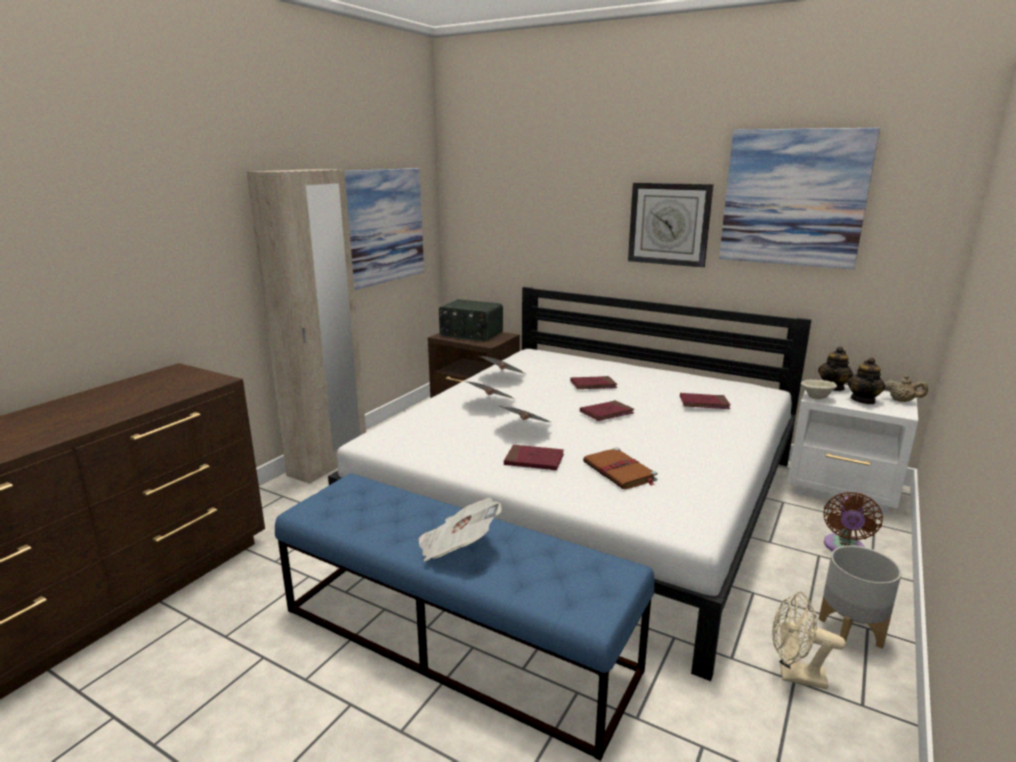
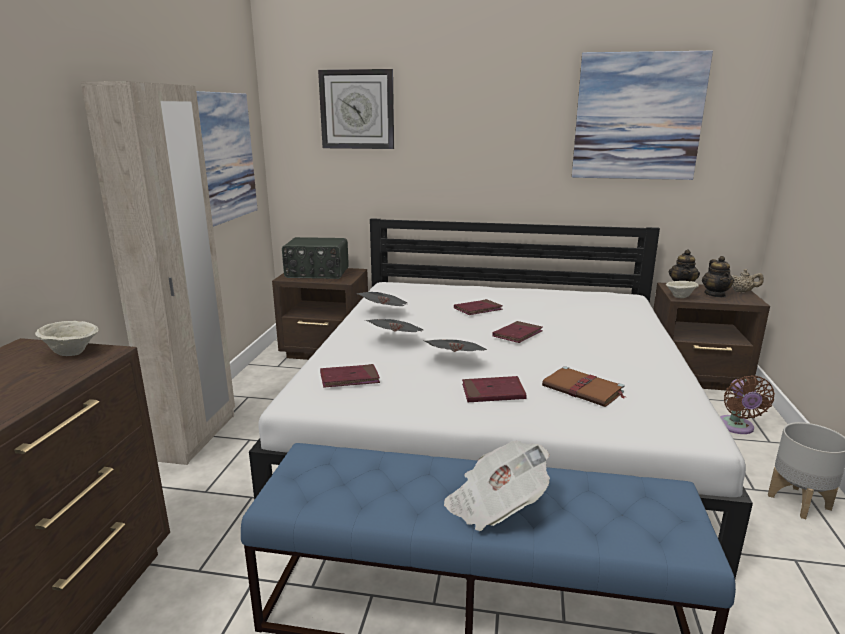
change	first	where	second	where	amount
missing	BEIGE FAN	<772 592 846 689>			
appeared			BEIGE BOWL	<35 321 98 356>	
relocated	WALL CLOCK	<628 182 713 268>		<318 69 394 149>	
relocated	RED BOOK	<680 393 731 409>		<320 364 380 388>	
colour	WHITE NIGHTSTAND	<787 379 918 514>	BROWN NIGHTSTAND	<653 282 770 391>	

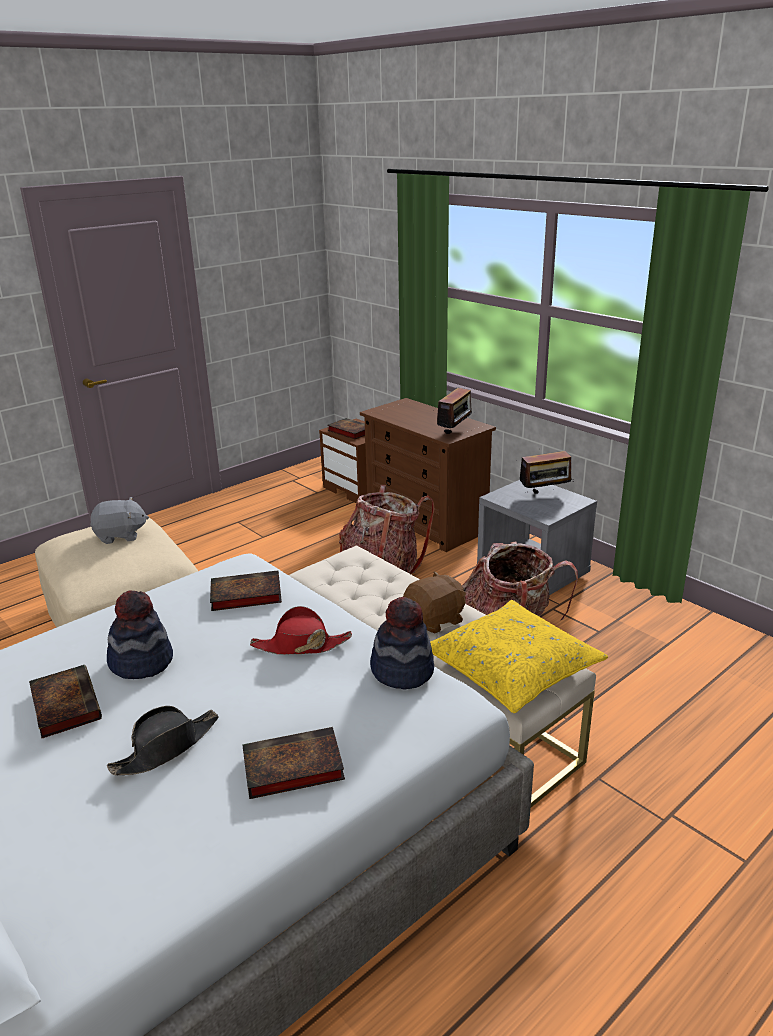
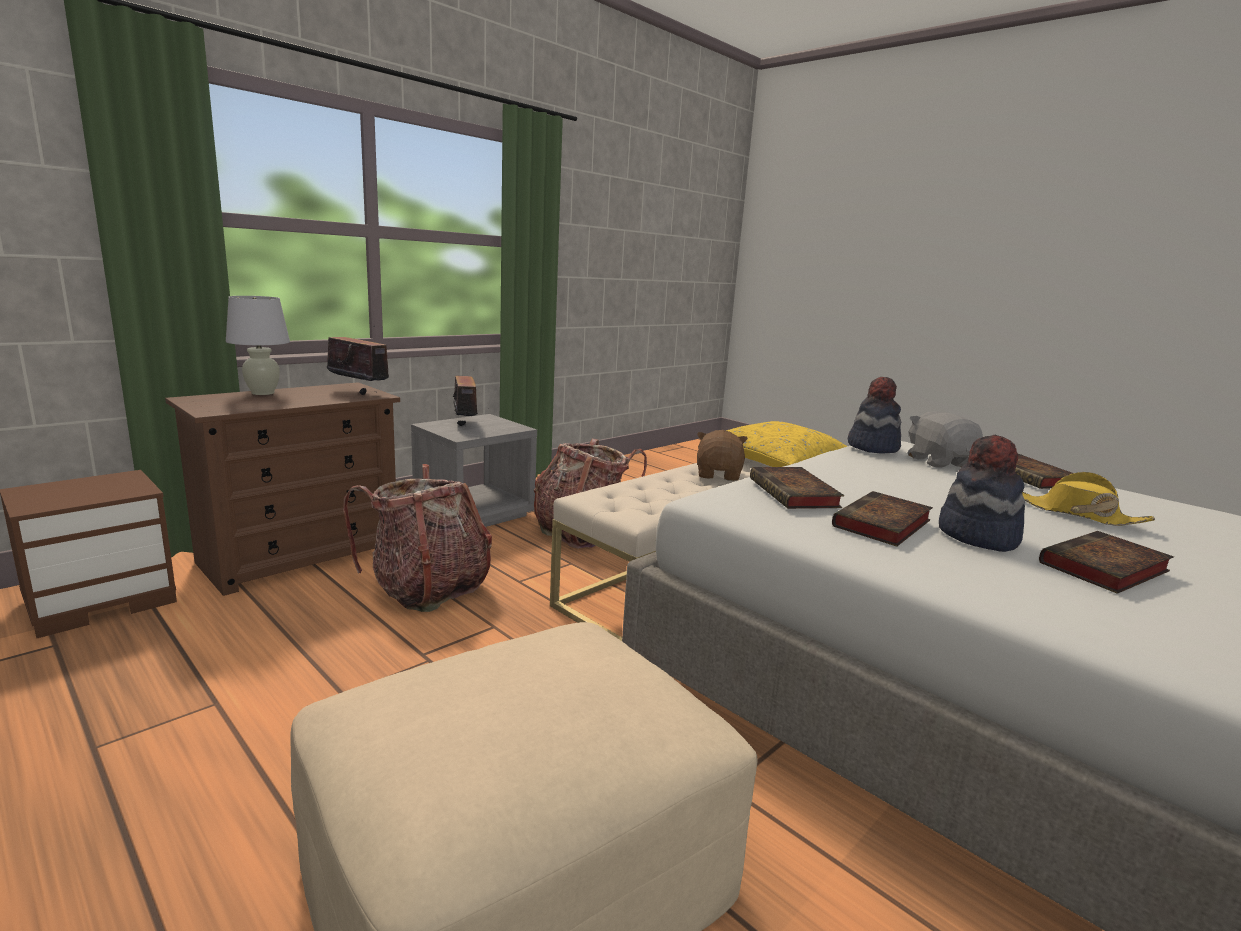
change	first	where	second	where	amount
missing	RED HAT	<250 606 352 654>			
appeared			WHITE TABLE LAMP	<226 296 290 395>	
relocated	GREY PLUSH TOY	<90 497 149 544>		<908 411 983 467>	
relocated	BOOK	<327 418 365 439>		<832 491 933 547>	
colour	BLACK HAT	<107 706 219 775>	YELLOW HAT	<1022 472 1155 526>	
spun	BROWN PLUSH TOY	<403 571 466 634>		<697 430 748 481>	45 degrees clockwise

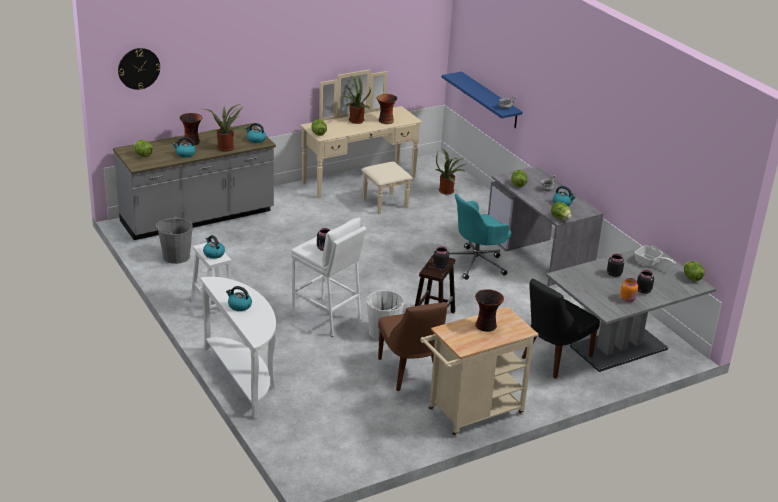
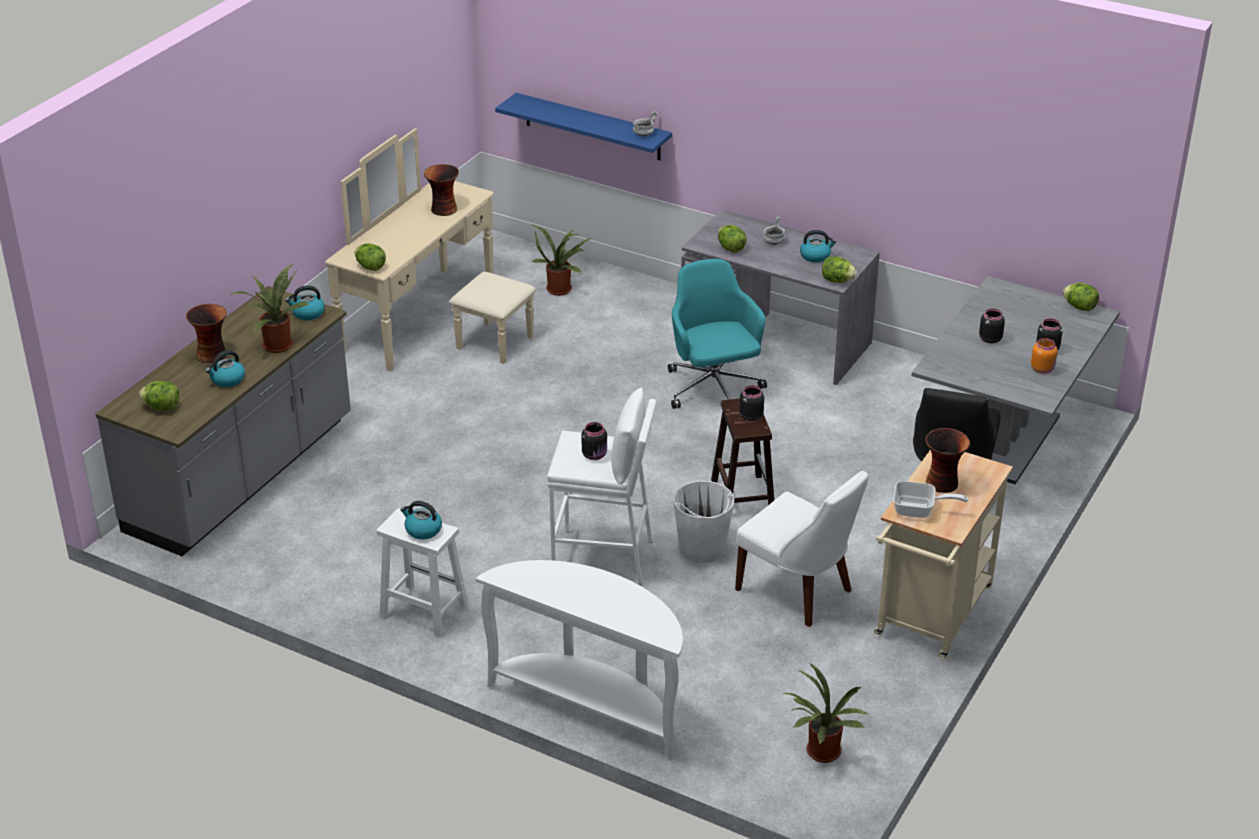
change	first	where	second	where	amount
missing	WALL CLOCK	<118 48 160 90>			
missing	GREY BUCKET	<156 216 193 264>			
missing	KETTLE	<226 286 252 311>			
relocated	POTTED PLANT	<340 74 371 124>		<783 663 869 763>	
relocated	FRYING PAN	<635 246 676 267>		<893 481 968 518>	
colour	BROWN CHAIR	<378 302 447 391>	WHITE CHAIR	<735 471 868 627>	
spun	TURQUOISE OFFICE CHAIR	<449 194 511 280>		<668 259 767 409>	135 degrees clockwise

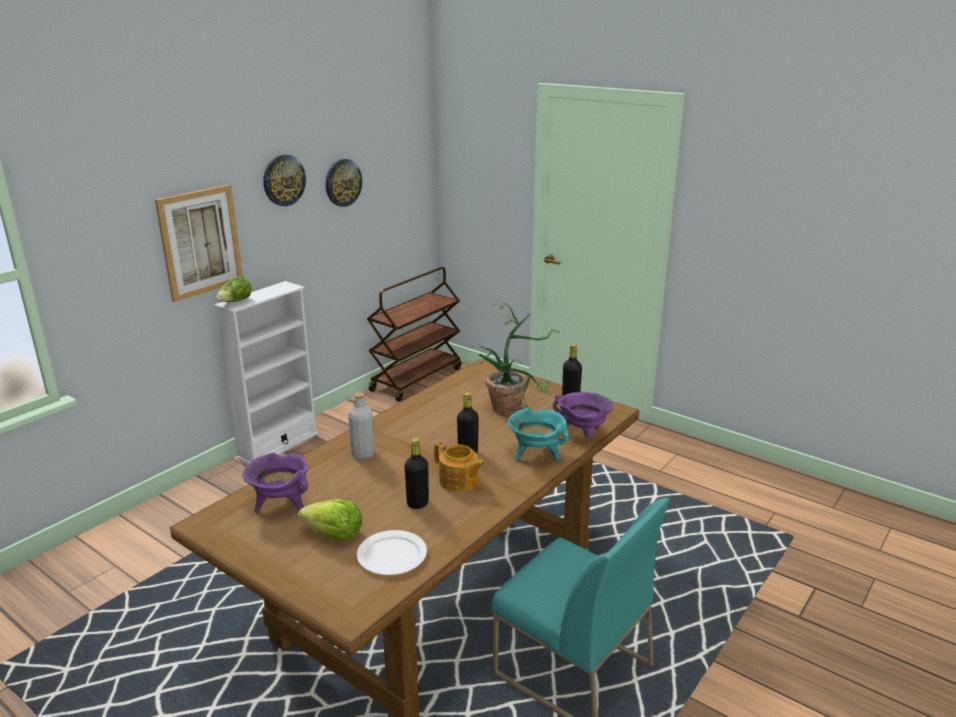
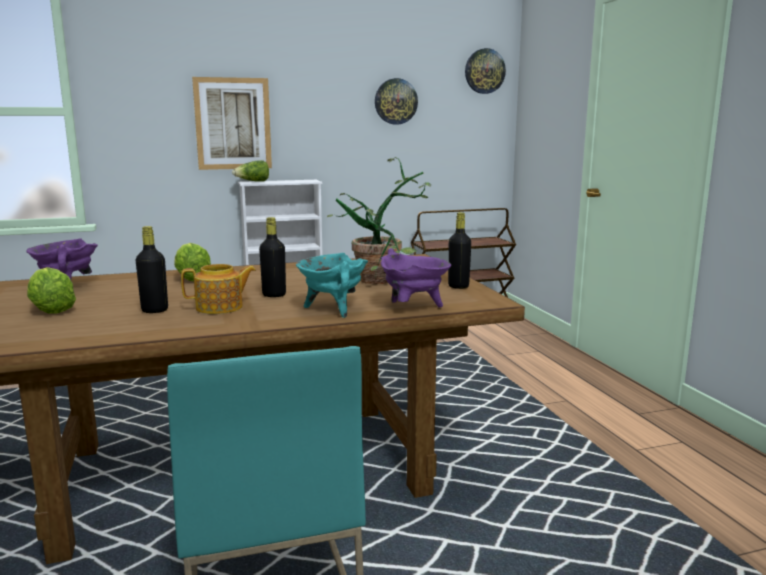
change	first	where	second	where	amount
missing	WHITE PLATE	<357 530 427 575>			
relocated	WALL CLOCK	<263 154 306 206>		<465 48 506 94>	
exchanged	GREY BOTTLE	<348 392 375 459>	LETTUCE	<174 243 211 281>	
spun	TEAPOT	<434 442 485 492>		<181 264 256 314>	90 degrees counterclockwise

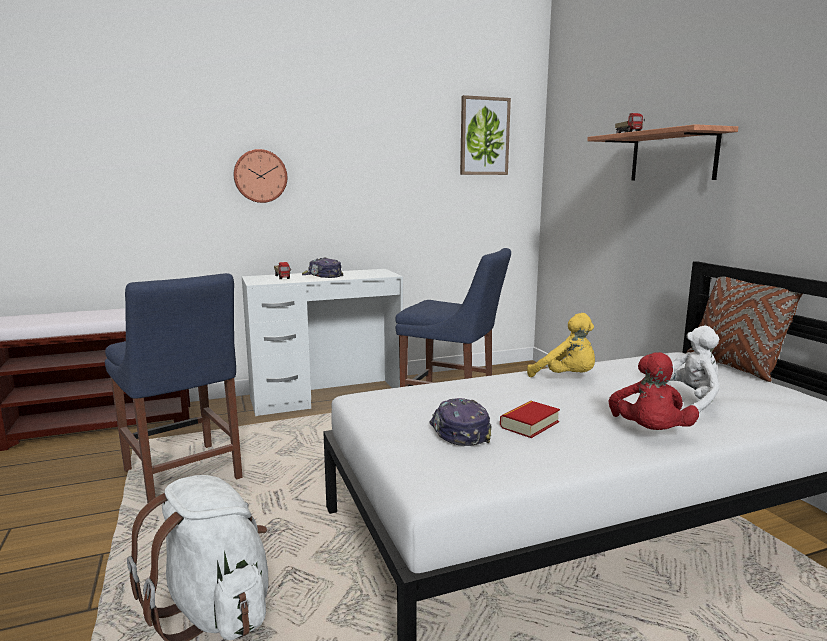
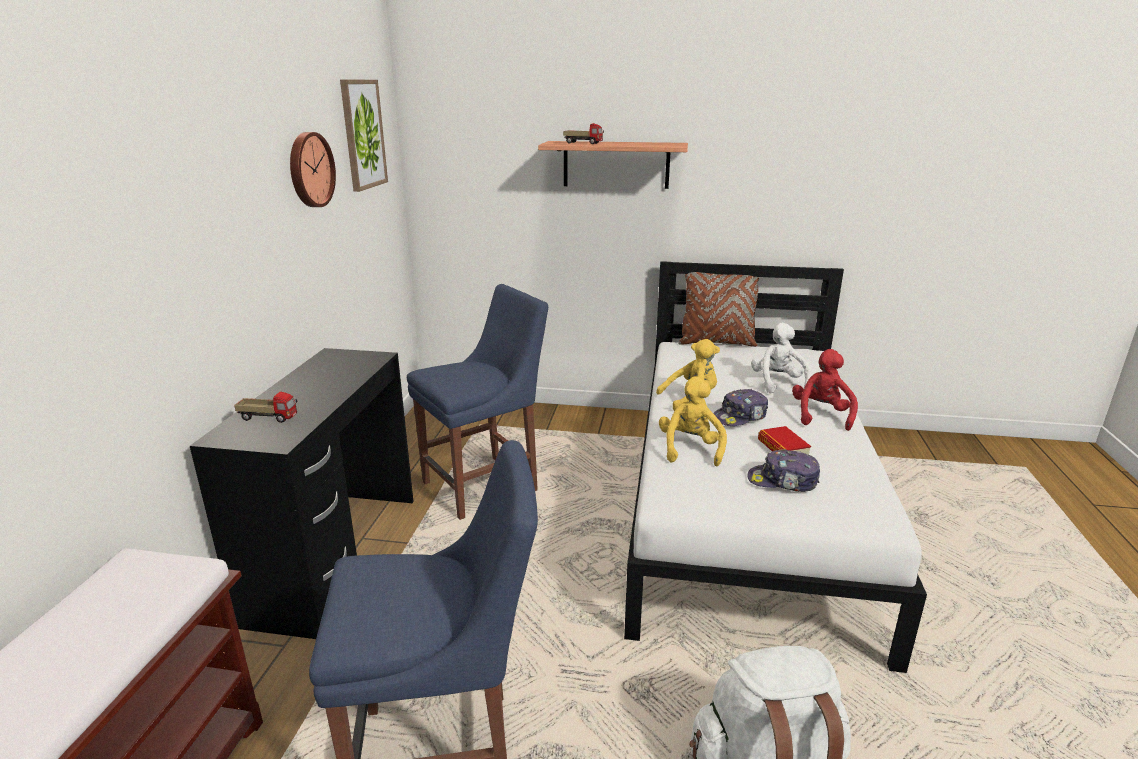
change	first	where	second	where	amount
appeared			YELLOW PLUSH TOY	<659 376 727 467>	
relocated	WALL CLOCK	<234 149 287 203>		<290 132 336 207>	
relocated	CAP	<302 258 344 278>		<713 389 768 426>	
colour	WHITE DESK	<242 269 403 416>	BLACK DESK	<190 348 414 639>	
spun	RED PLUSH TOY	<609 352 699 430>		<792 349 858 431>	120 degrees counterclockwise

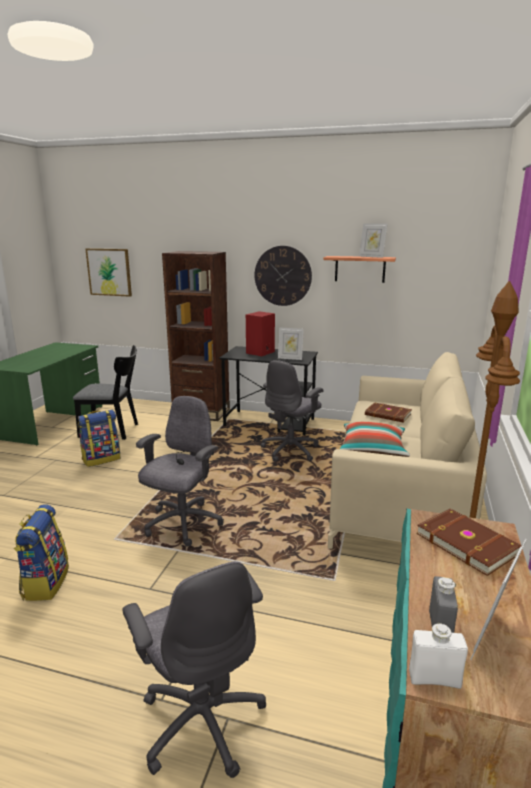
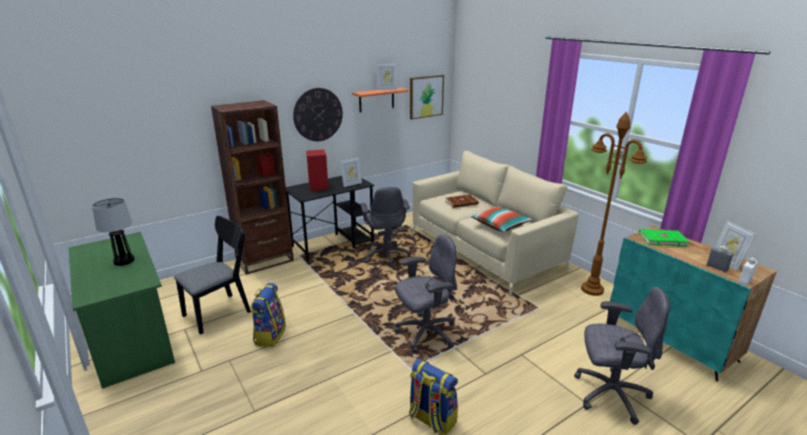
change	first	where	second	where	amount
appeared			TABLE LAMP	<92 198 135 266>	
relocated	PICTURE	<85 248 132 297>		<410 75 444 119>	
colour	BROWN BOOK	<416 508 522 576>	GREEN BOOK	<639 229 689 246>	
spun	GREY OFFICE CHAIR	<136 396 224 546>		<395 234 457 353>	90 degrees clockwise

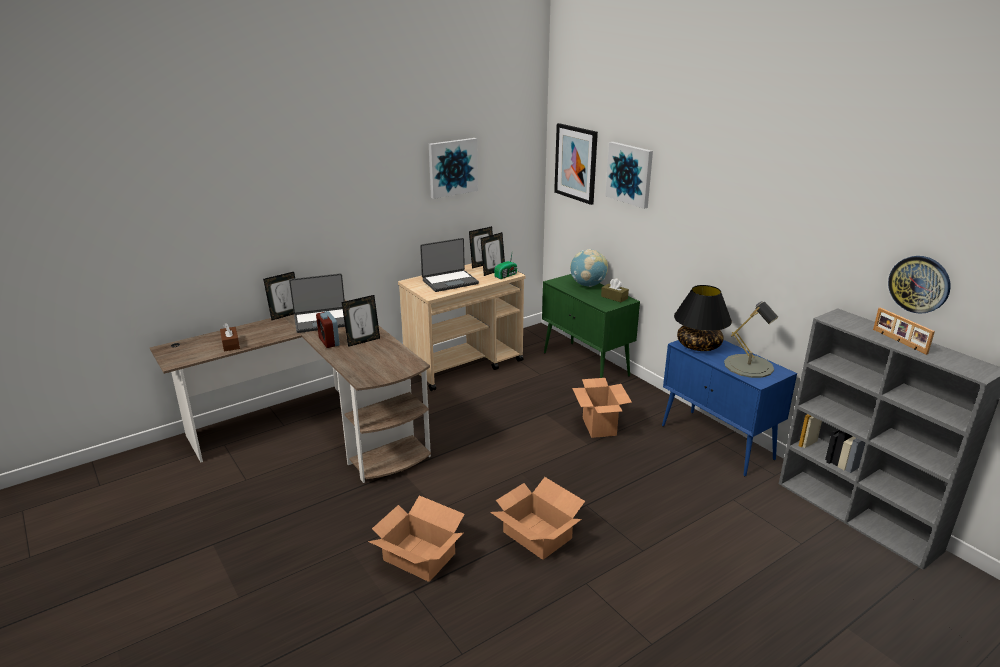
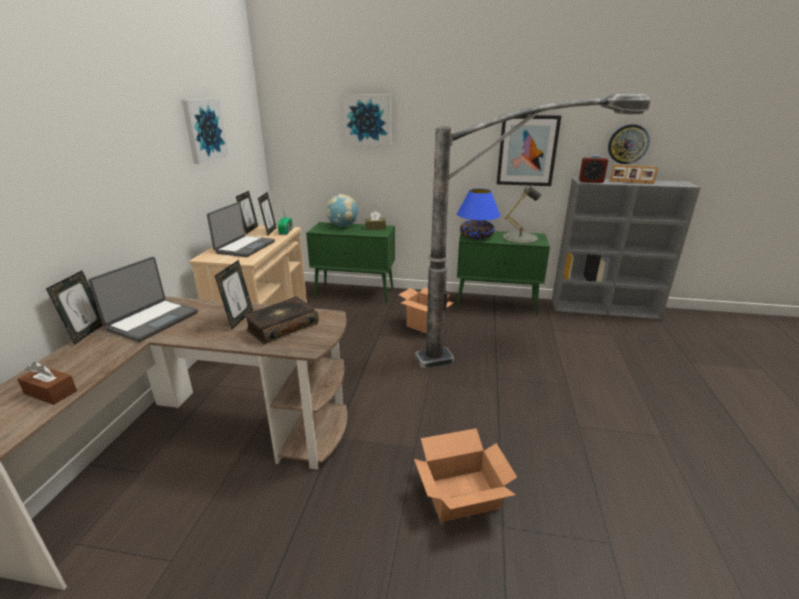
change	first	where	second	where	amount
missing	CARDBOARD BOX	<490 477 585 560>			
appeared			BOOK	<244 297 319 344>	
appeared			FLOOR LAMP	<415 94 651 368>	
relocated	ALARM CLOCK	<316 311 340 348>		<579 155 608 183>	
relocated	PICTURE	<554 123 598 205>		<497 115 561 186>	
colour	BLUE CABINET	<662 340 797 476>	GREEN CABINET	<456 231 550 316>	
colour	BLACK TABLE LAMP	<674 285 732 351>	BLUE TABLE LAMP	<457 189 500 239>	

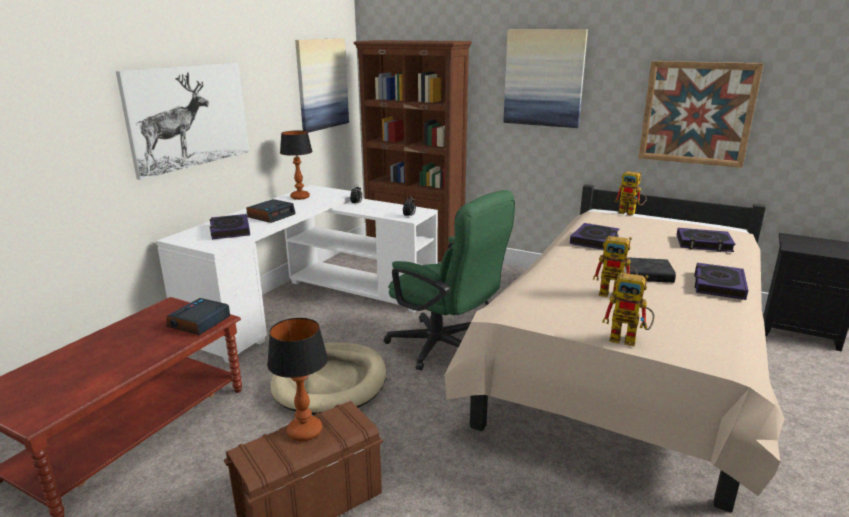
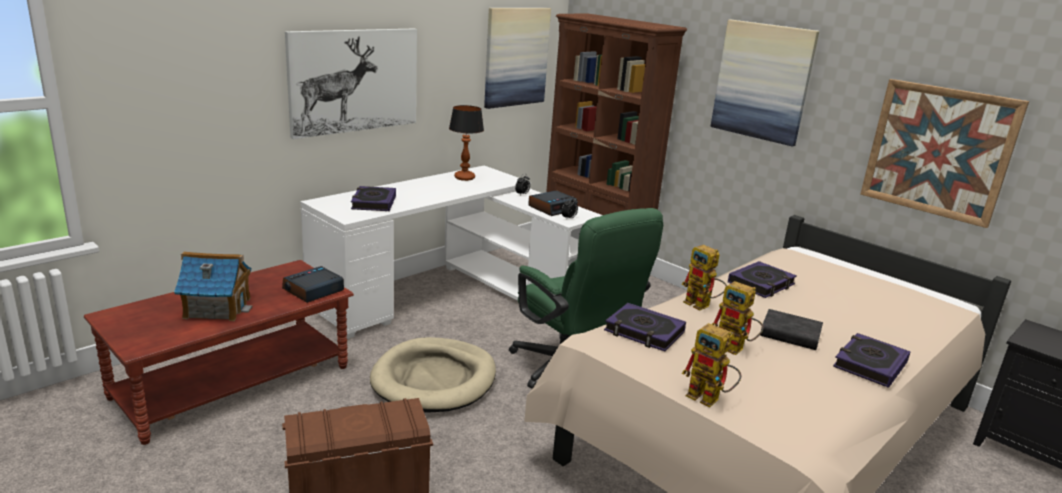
change	first	where	second	where	amount
missing	TABLE LAMP	<267 318 328 441>			
appeared			TOY HOUSE	<174 252 253 321>	
relocated	ALARM CLOCK	<246 199 296 223>		<528 191 577 216>	
relocated	TOY ROBOT	<614 171 647 216>		<682 245 727 310>	
relocated	BOOK	<677 228 736 252>		<604 303 686 351>	

